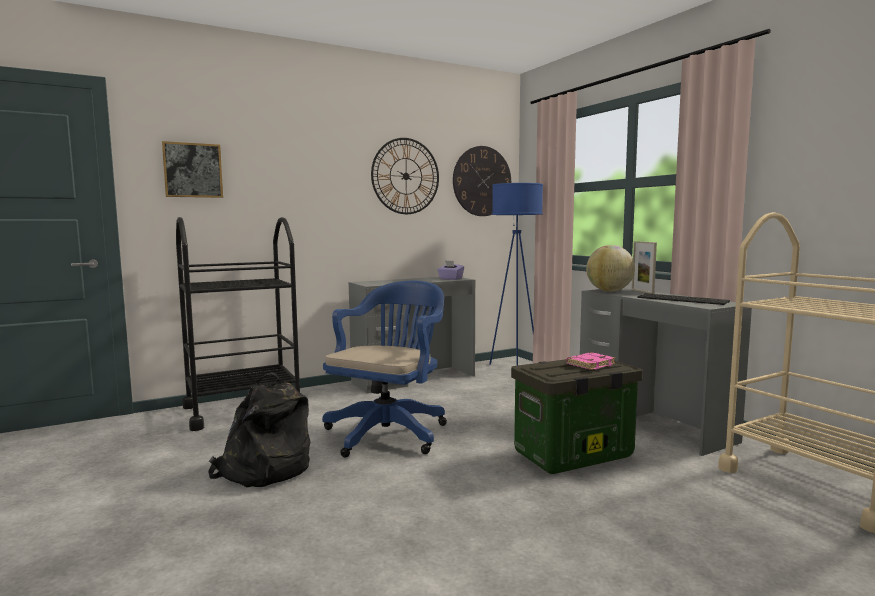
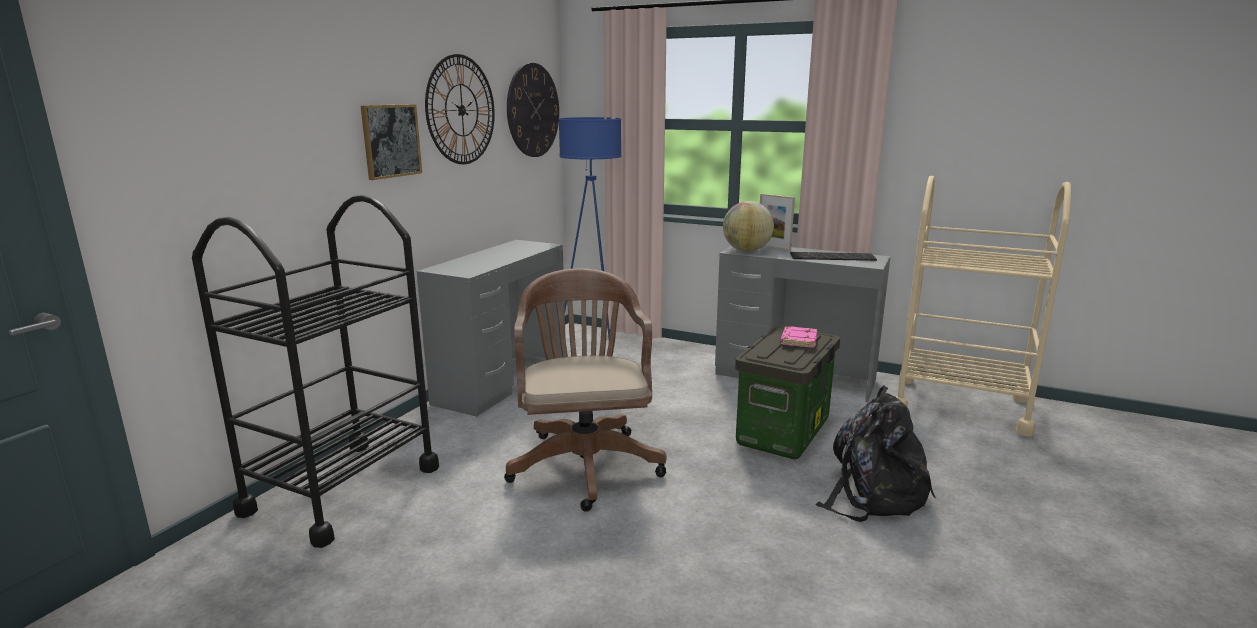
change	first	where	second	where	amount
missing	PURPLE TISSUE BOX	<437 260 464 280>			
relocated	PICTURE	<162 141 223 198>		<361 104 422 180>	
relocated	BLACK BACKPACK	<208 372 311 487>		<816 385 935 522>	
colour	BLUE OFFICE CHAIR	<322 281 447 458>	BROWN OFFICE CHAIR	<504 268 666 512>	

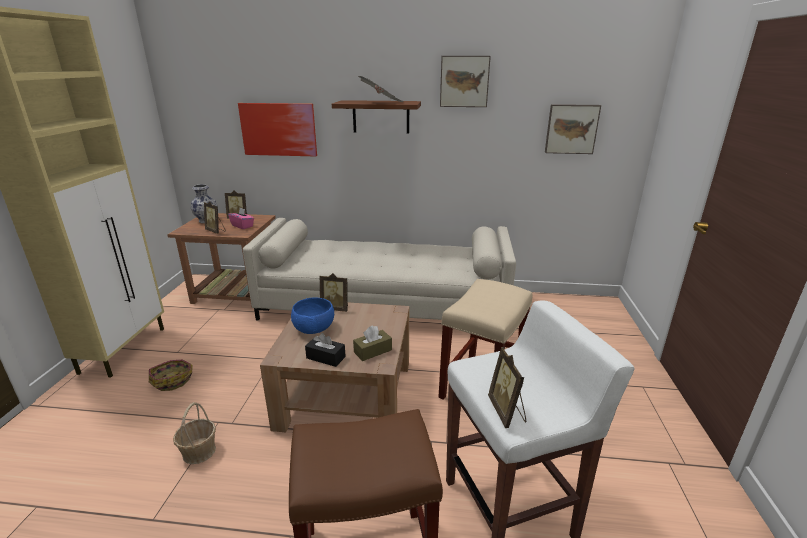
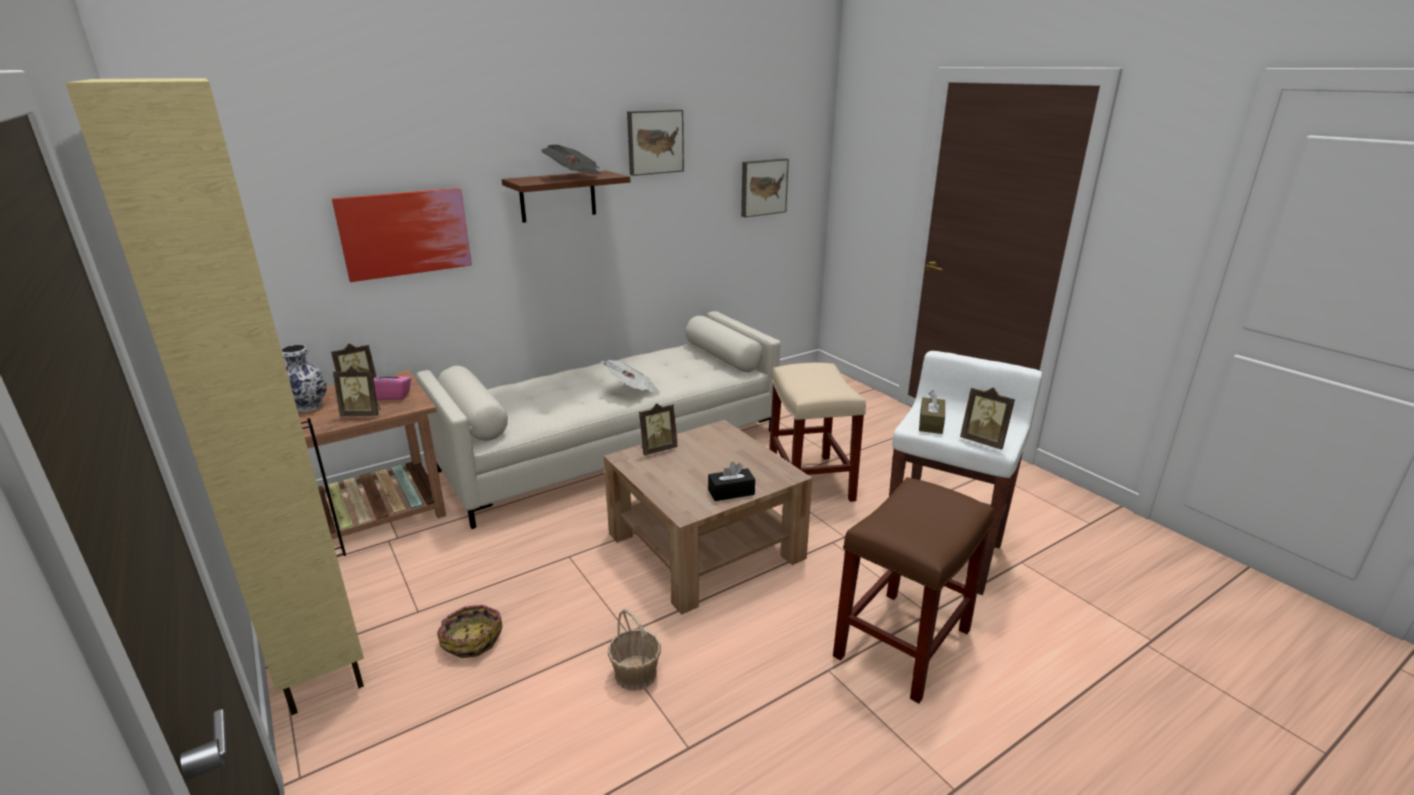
change	first	where	second	where	amount
missing	BLUE BOWL	<291 297 334 334>			
appeared			NEWSPAPER	<601 360 660 392>	
relocated	BROWN TISSUE BOX	<353 325 392 361>		<919 390 945 434>	

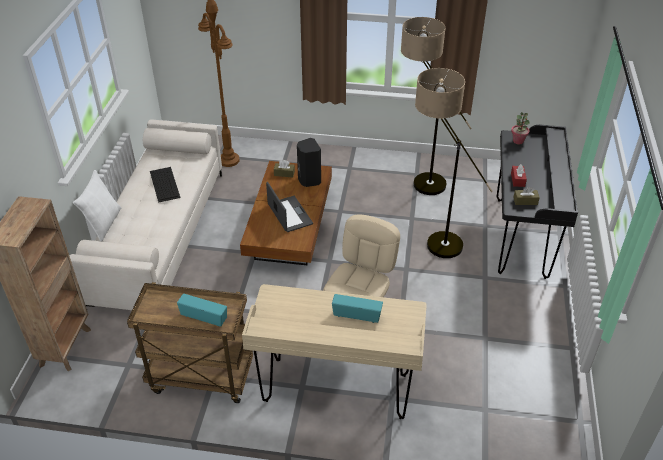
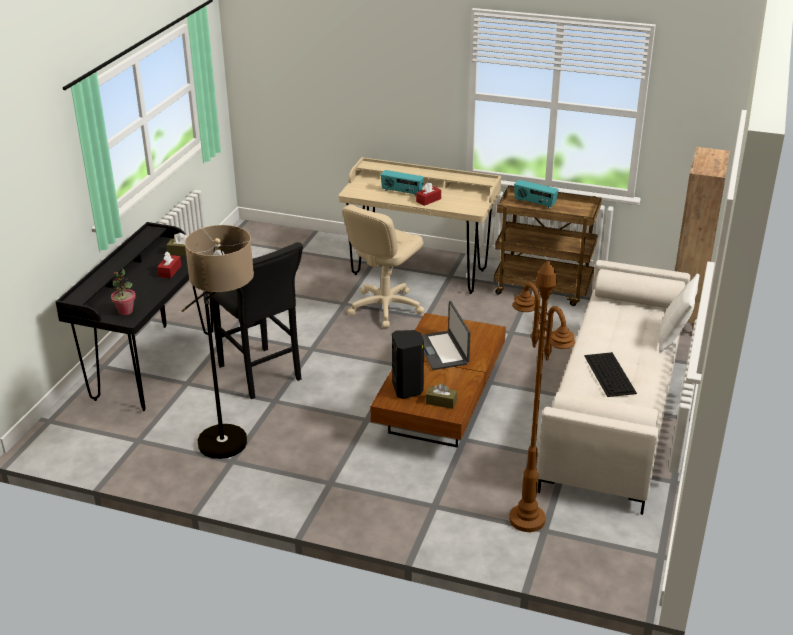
change	first	where	second	where	amount
appeared			RED TISSUE BOX	<416 182 441 206>	
exchanged	FLOOR LAMP	<415 68 493 258>	BLACK STOOL	<208 242 303 399>	

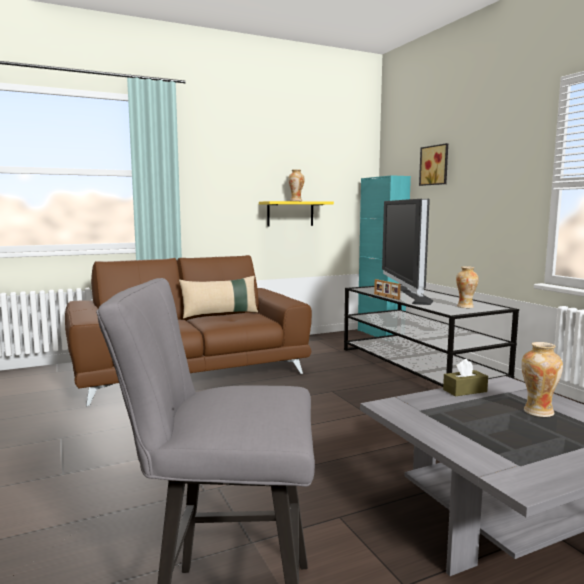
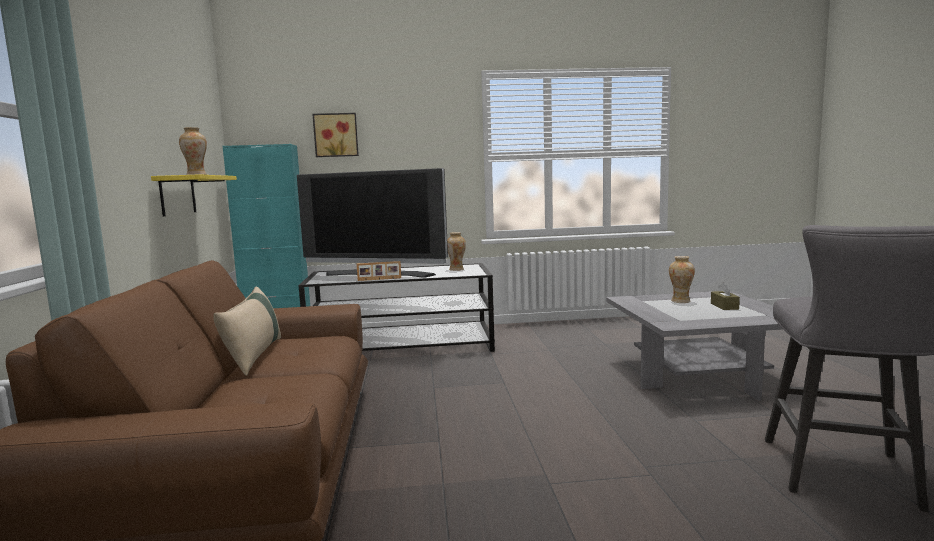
change	first	where	second	where	amount
relocated	BROWN TISSUE BOX	<443 359 488 396>		<711 282 740 310>	

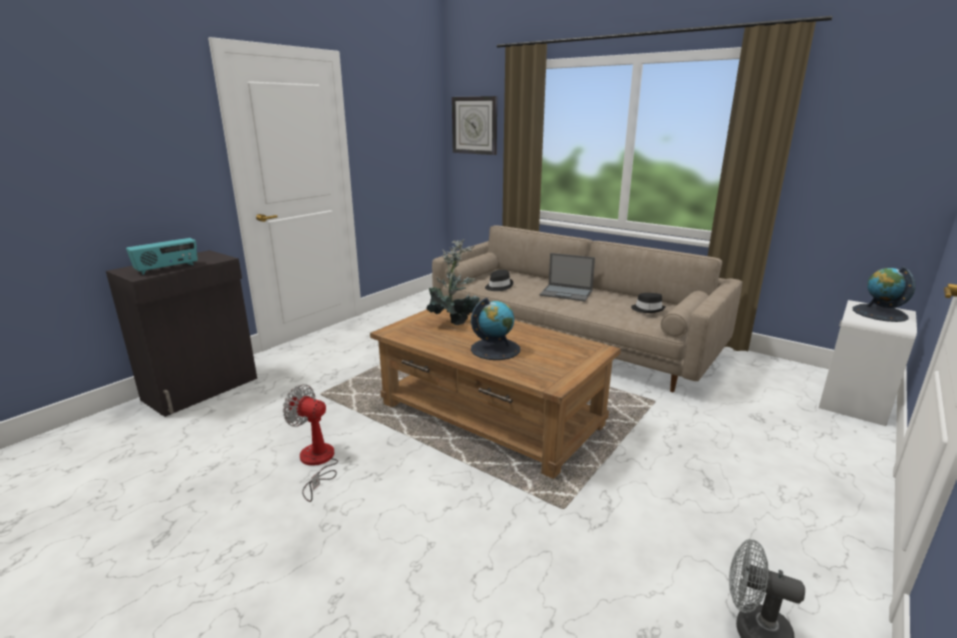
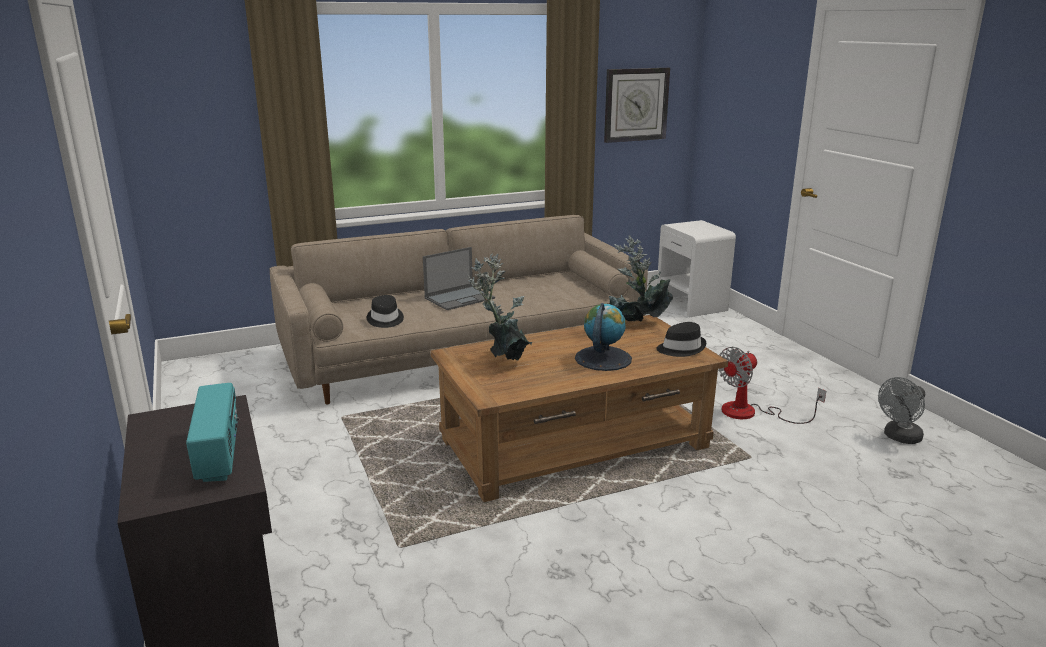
change	first	where	second	where	amount
missing	GLOBE	<853 266 916 322>			
appeared			POTTED PLANT	<609 235 673 322>	
relocated	FAN	<283 384 338 502>		<718 347 826 424>	
relocated	WALL CLOCK	<452 96 497 155>		<604 68 670 143>	
relocated	BLACK HAT	<631 293 666 313>		<656 322 706 357>	

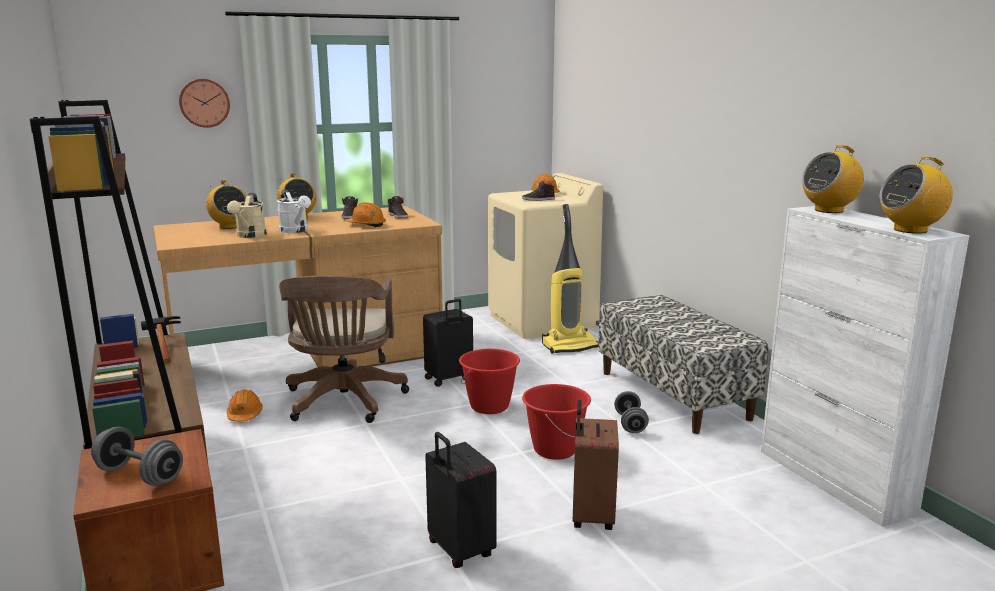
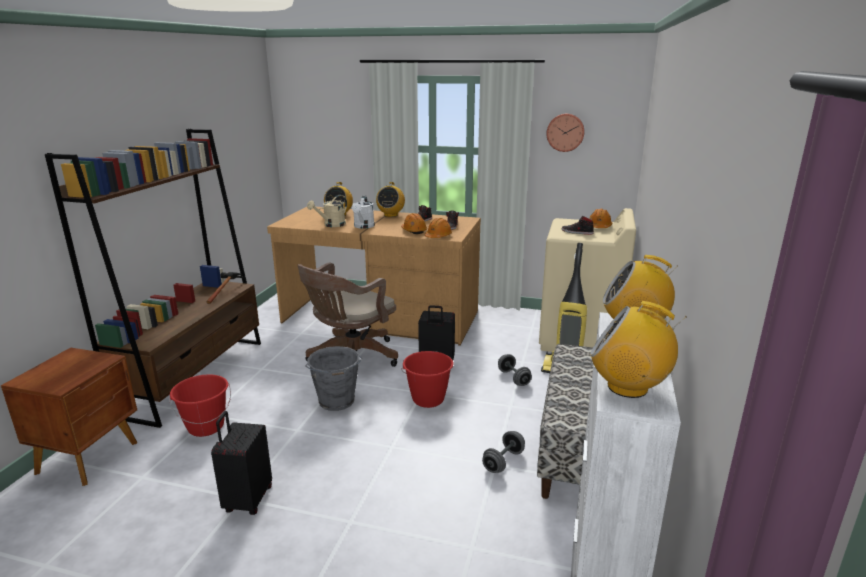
change	first	where	second	where	amount
missing	BROWN SUITCASE	<573 400 619 530>			
appeared			GREY BUCKET	<305 346 362 411>	
relocated	GREY DUMBBELL	<91 426 183 486>		<498 354 532 386>	
relocated	WALL CLOCK	<179 79 230 128>		<547 114 584 152>	
relocated	ORANGE HARD HAT	<226 389 263 422>		<424 218 452 238>	
relocated	RED BUCKET	<522 384 591 460>		<169 374 231 437>	

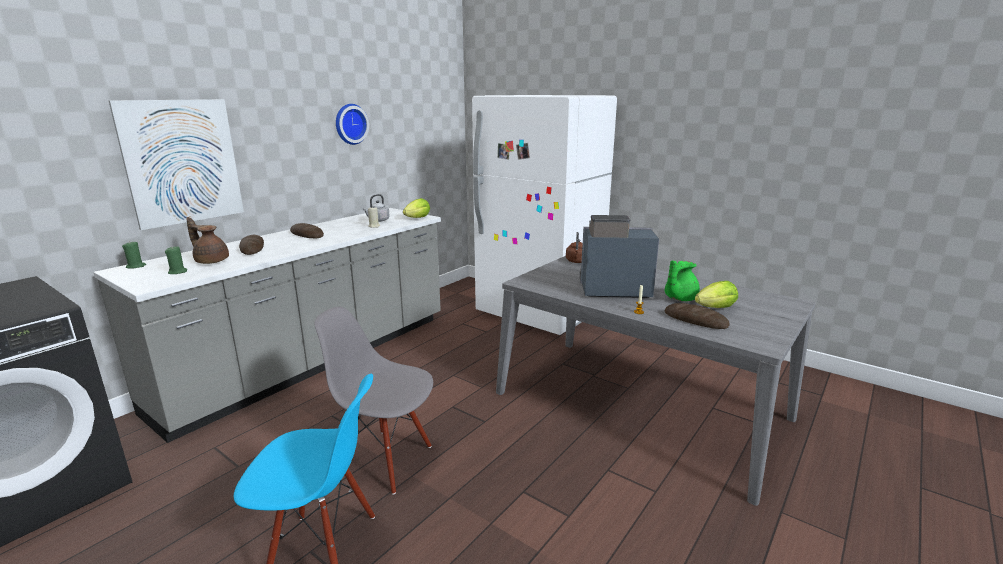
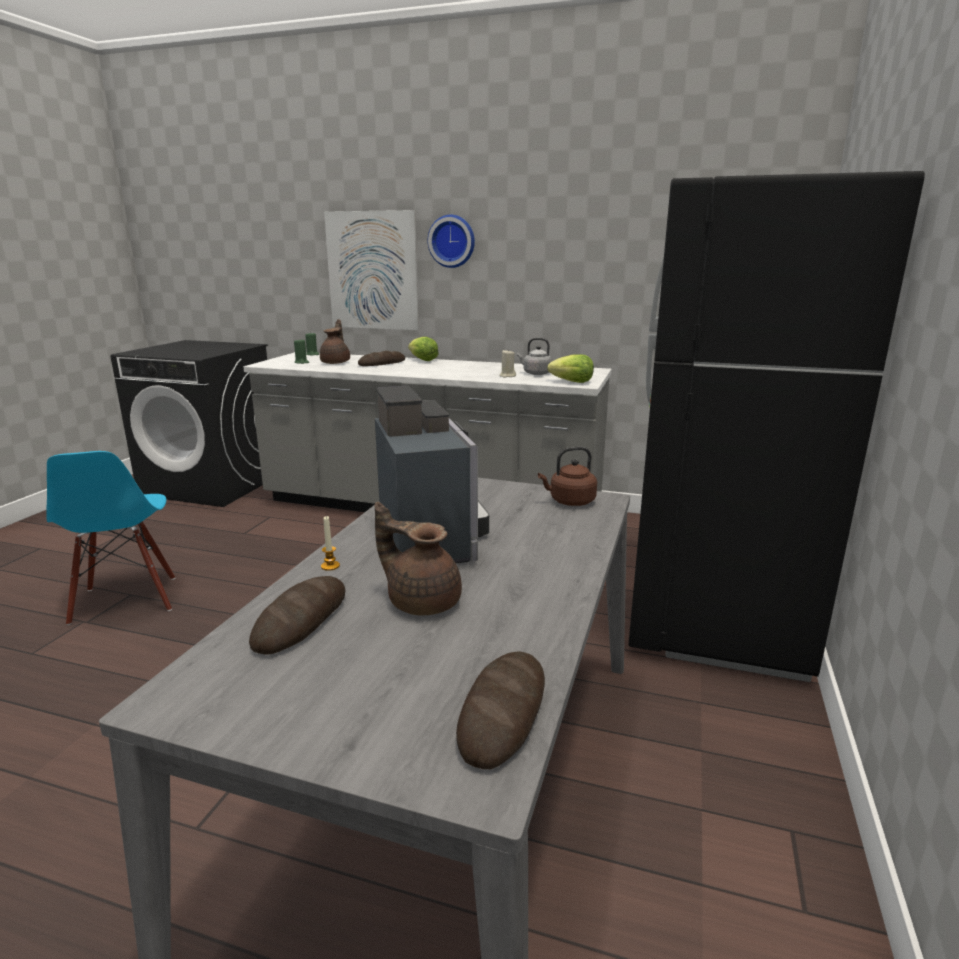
change	first	where	second	where	amount
missing	GREY CHAIR	<314 307 433 495>			
relocated	BREAD	<290 223 324 238>		<456 651 545 769>	
relocated	WALL CLOCK	<336 104 369 145>		<428 215 475 268>	
relocated	LETTUCE	<695 281 738 308>		<408 337 439 361>	
colour	WHITE FRIDGE	<472 95 617 335>	BLACK FRIDGE	<628 171 925 682>	
colour	GREEN TEAPOT	<665 261 700 301>	BROWN TEAPOT	<375 502 462 615>	

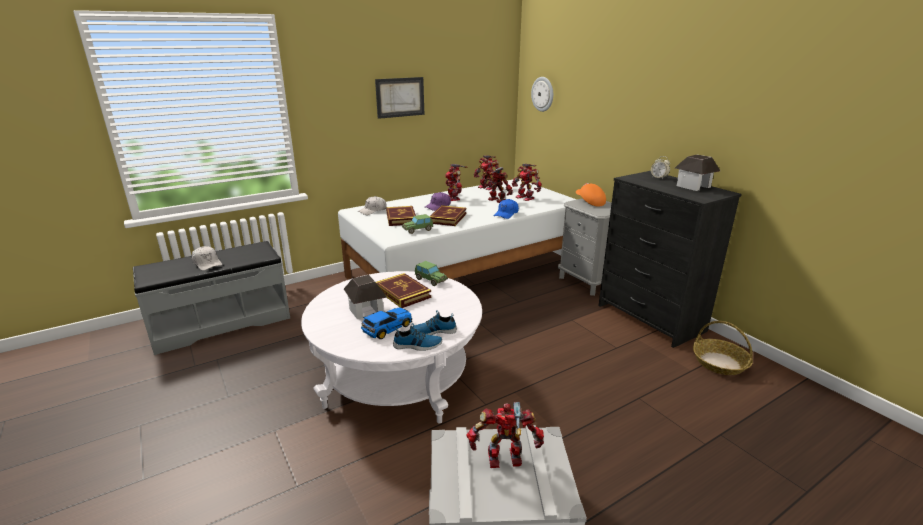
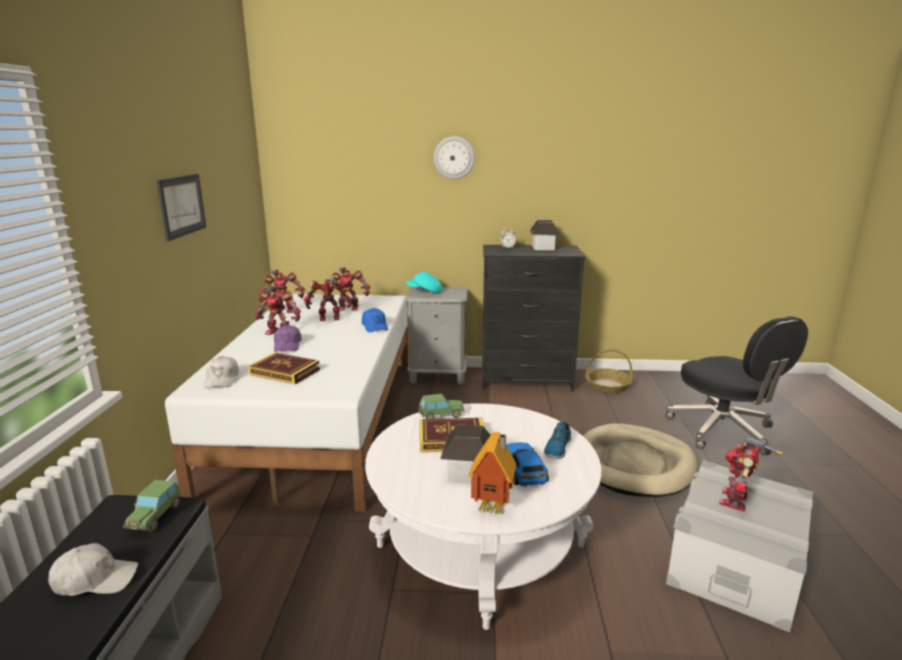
change	first	where	second	where	amount
missing	SHOE	<393 323 442 351>			
missing	BOOK	<429 205 467 226>			
appeared			TOY HOUSE	<468 432 516 514>	
appeared			BEIGE DOG BED	<583 423 698 497>	
appeared			BLACK OFFICE CHAIR	<665 316 808 456>	
relocated	TOY CAR	<402 214 433 234>		<123 480 182 532>	
relocated	WALL CLOCK	<531 77 553 112>		<434 136 475 179>	
colour	ORANGE CAP	<576 183 606 207>	TURQUOISE CAP	<406 272 442 293>	

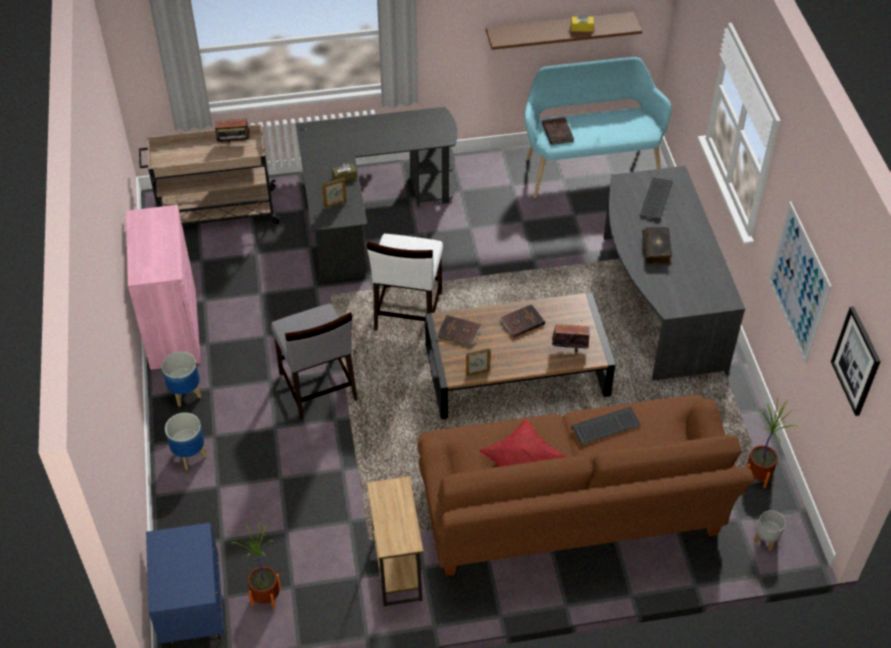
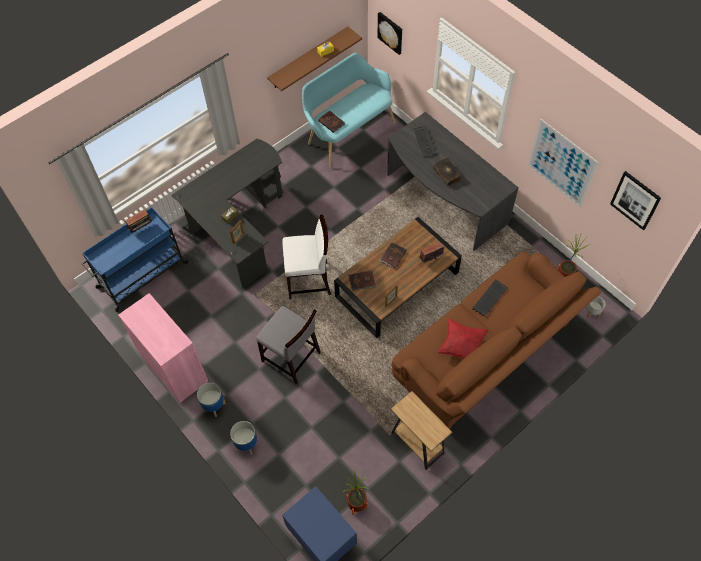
change	first	where	second	where	amount
appeared			PICTURE	<377 12 402 55>	
colour	BEIGE CART	<139 124 281 226>	BLUE CART	<81 207 188 312>	
spun	WHITE CHAIR	<367 234 443 330>		<283 215 331 299>	75 degrees counterclockwise

